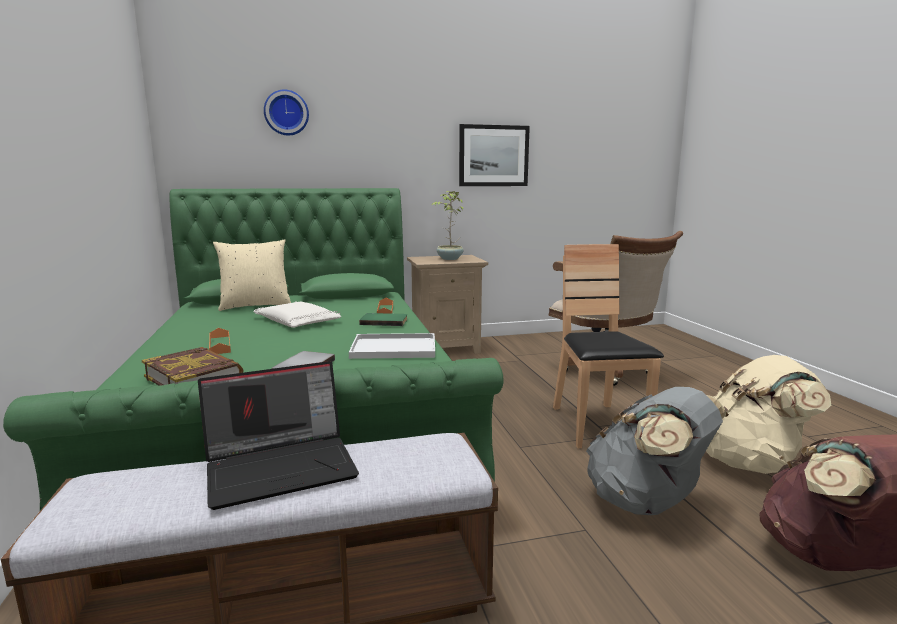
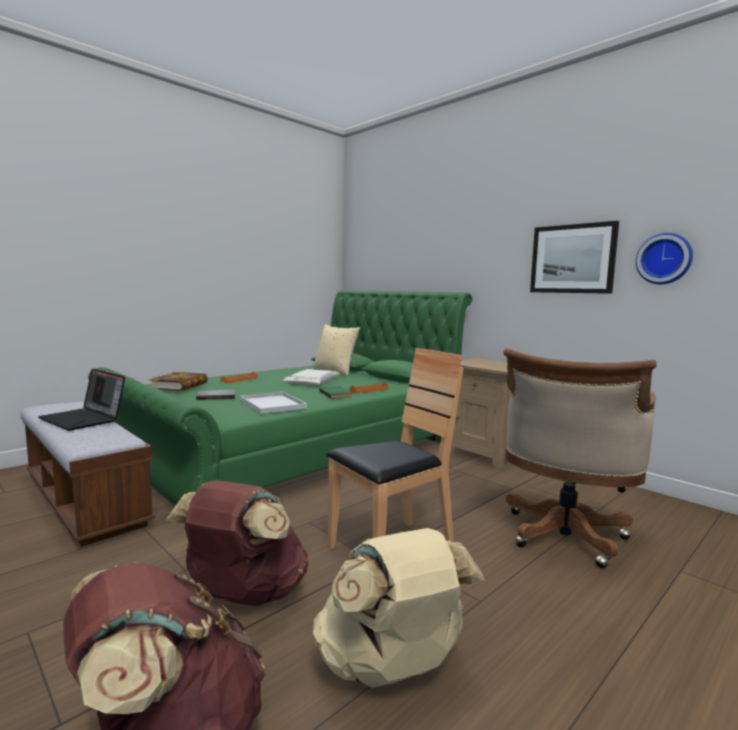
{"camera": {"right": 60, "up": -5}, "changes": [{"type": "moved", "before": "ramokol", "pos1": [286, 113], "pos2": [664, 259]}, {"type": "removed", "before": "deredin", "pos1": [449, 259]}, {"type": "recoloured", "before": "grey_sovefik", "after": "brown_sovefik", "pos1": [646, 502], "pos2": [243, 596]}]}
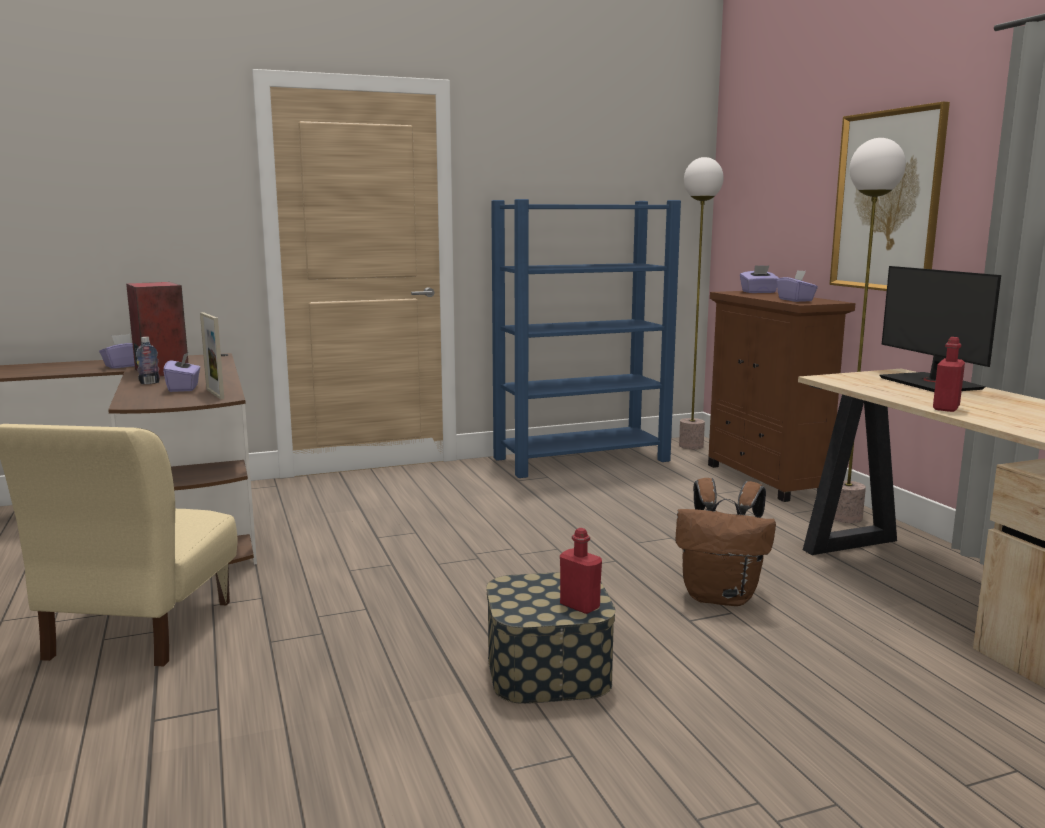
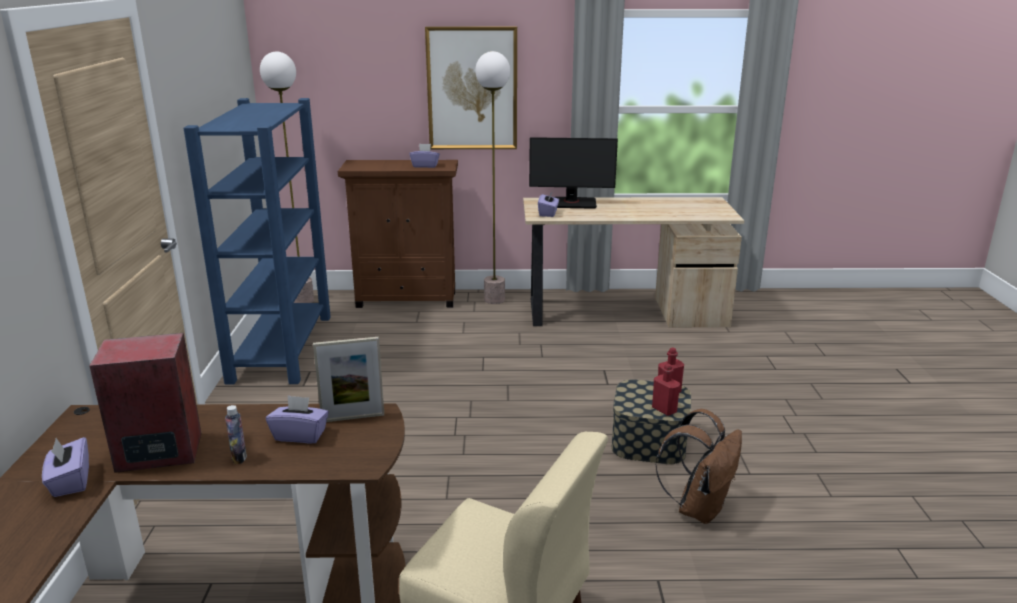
{"camera": {"right": -70, "up": 10}, "changes": [{"type": "moved", "before": "brown_sovefik", "pos1": [721, 596], "pos2": [699, 508]}, {"type": "moved", "before": "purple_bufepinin", "pos1": [759, 292], "pos2": [548, 213]}, {"type": "moved", "before": "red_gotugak", "pos1": [946, 408], "pos2": [664, 410]}]}
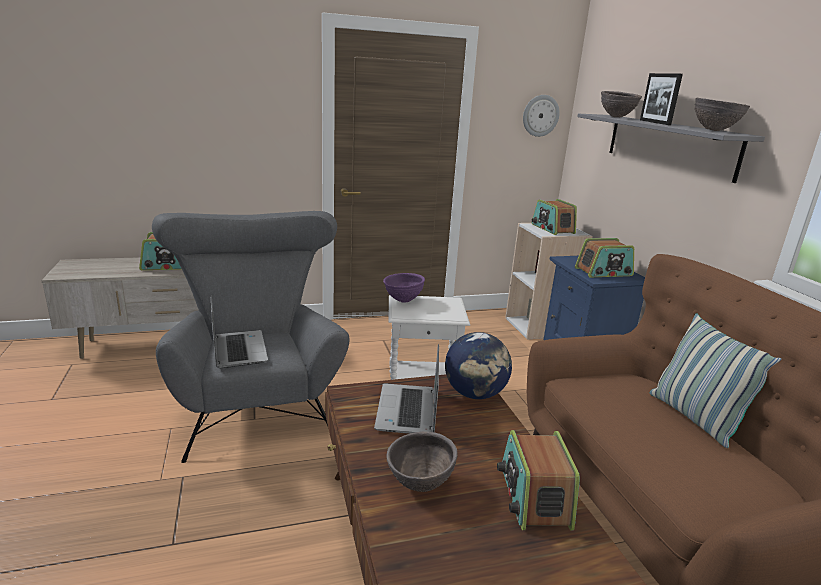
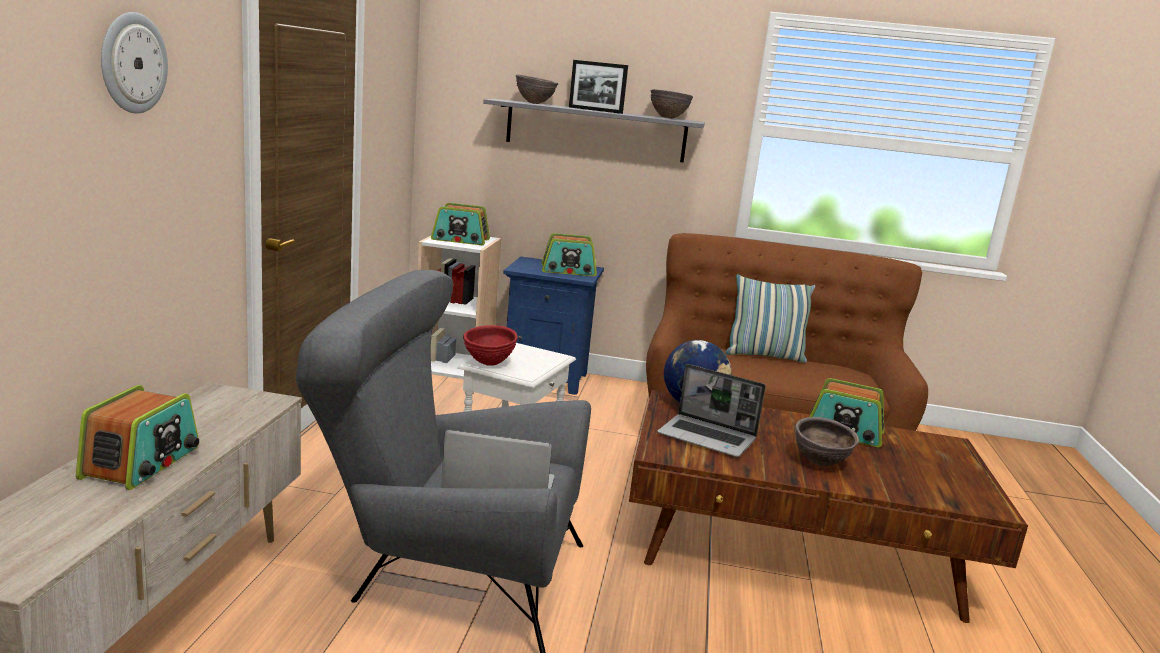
{"camera": {"right": -65, "up": -5}, "changes": [{"type": "recoloured", "before": "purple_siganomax", "after": "red_siganomax", "pos1": [403, 300], "pos2": [488, 364]}, {"type": "moved", "before": "ramokol", "pos1": [540, 115], "pos2": [132, 63]}, {"type": "turned", "before": "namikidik", "pos1": [603, 272], "pos2": [568, 271], "turn": 75}]}
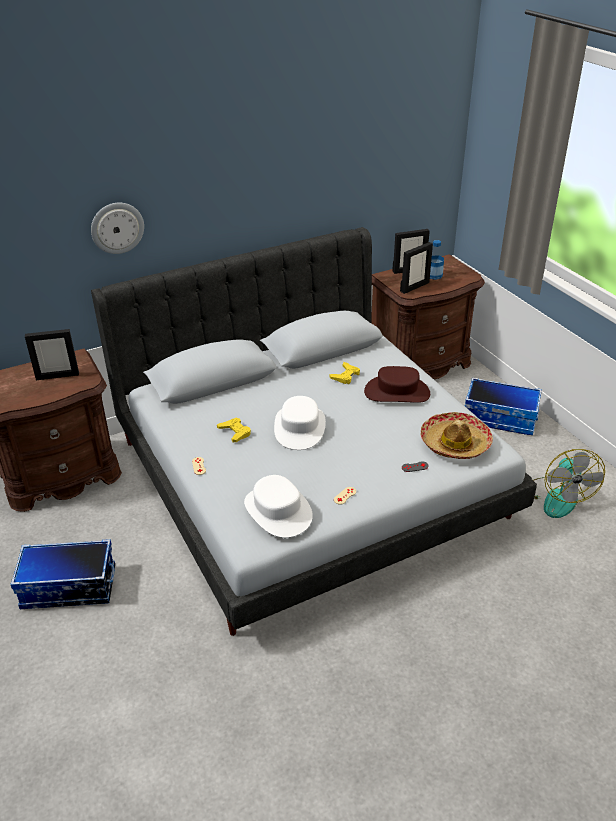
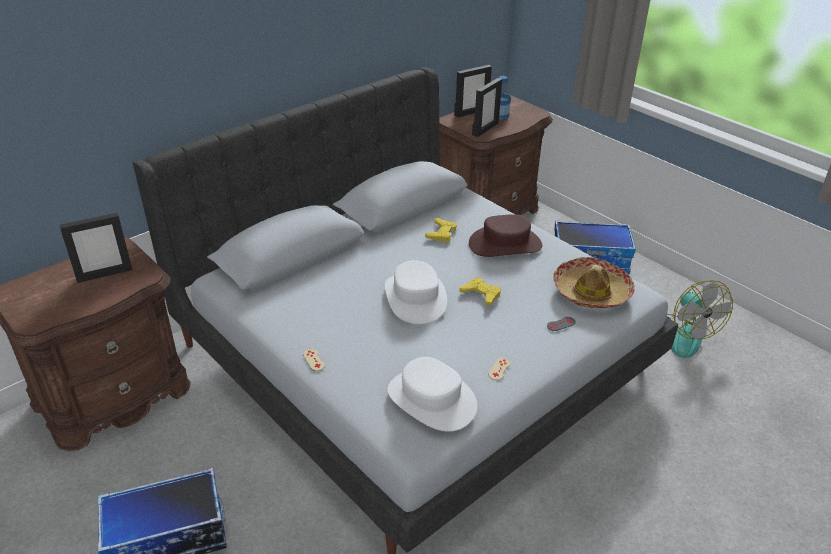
{"camera": {"right": -15, "up": 0}, "changes": [{"type": "removed", "before": "ramokol", "pos1": [117, 227]}, {"type": "moved", "before": "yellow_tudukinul", "pos1": [235, 432], "pos2": [481, 294]}]}
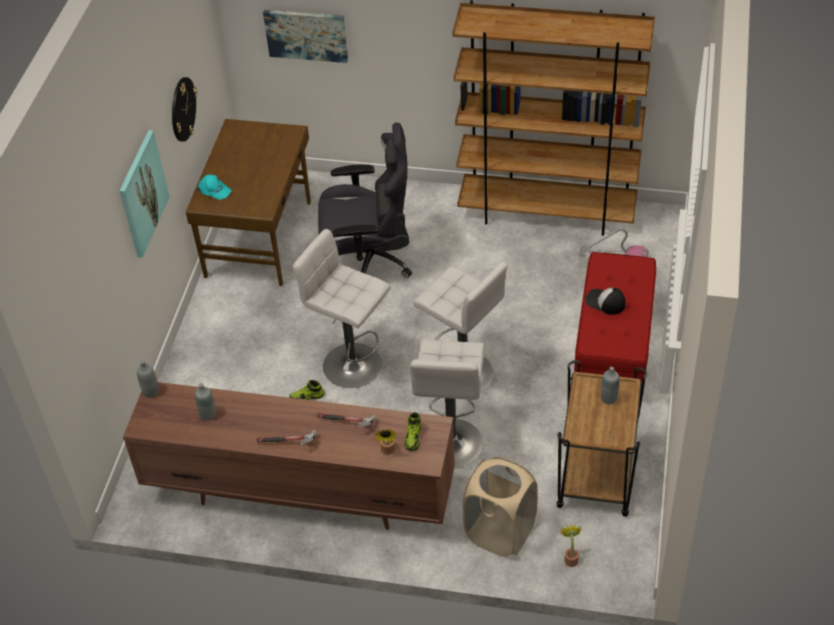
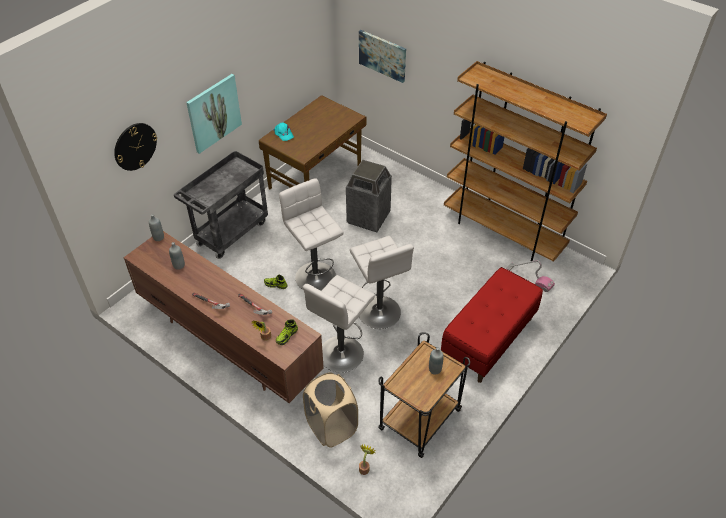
{"camera": {"right": 25, "up": 0}, "changes": [{"type": "moved", "before": "ramokol", "pos1": [182, 109], "pos2": [135, 146]}, {"type": "replaced", "before": "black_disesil", "after": "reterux", "pos1": [367, 262], "pos2": [368, 218]}, {"type": "removed", "before": "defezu", "pos1": [605, 302]}, {"type": "added", "after": "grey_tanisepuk", "pos2": [230, 236]}]}
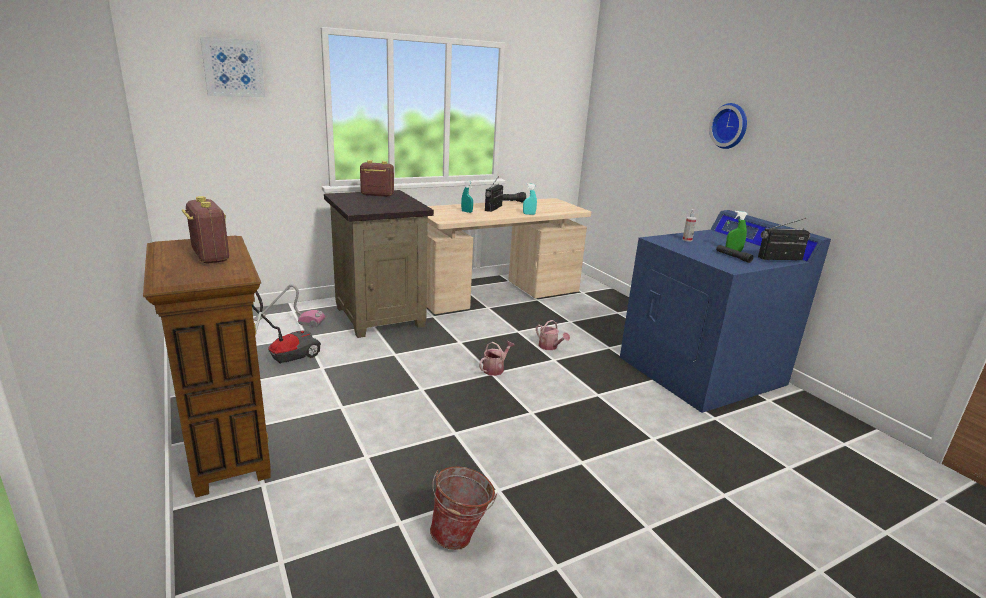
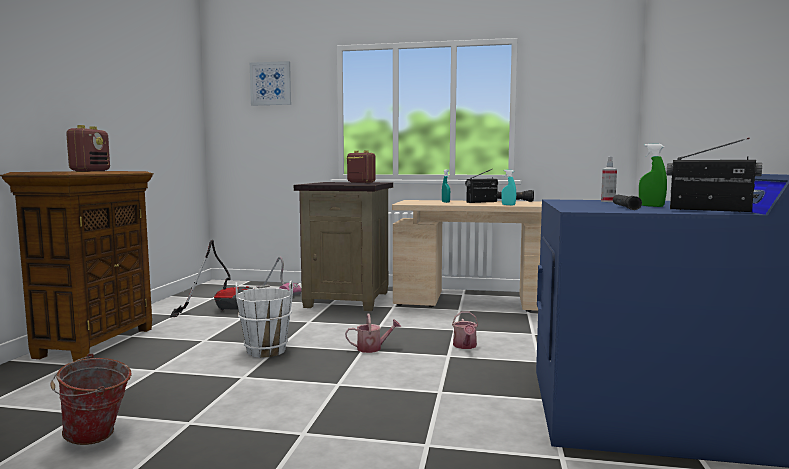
{"camera": {"right": 40, "up": -15}, "changes": [{"type": "removed", "before": "ramokol", "pos1": [730, 126]}, {"type": "added", "after": "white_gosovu", "pos2": [266, 350]}]}
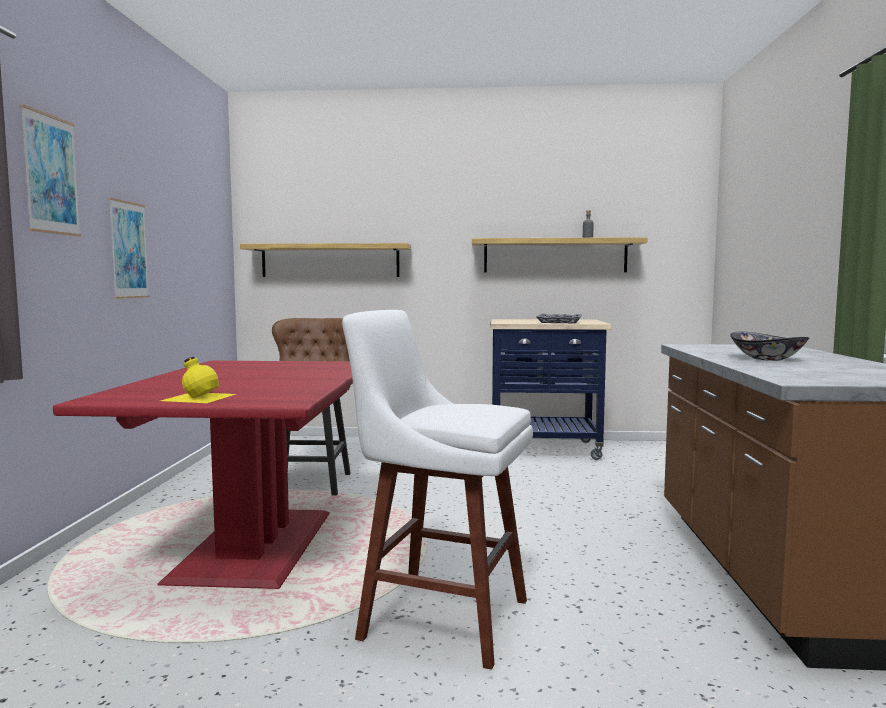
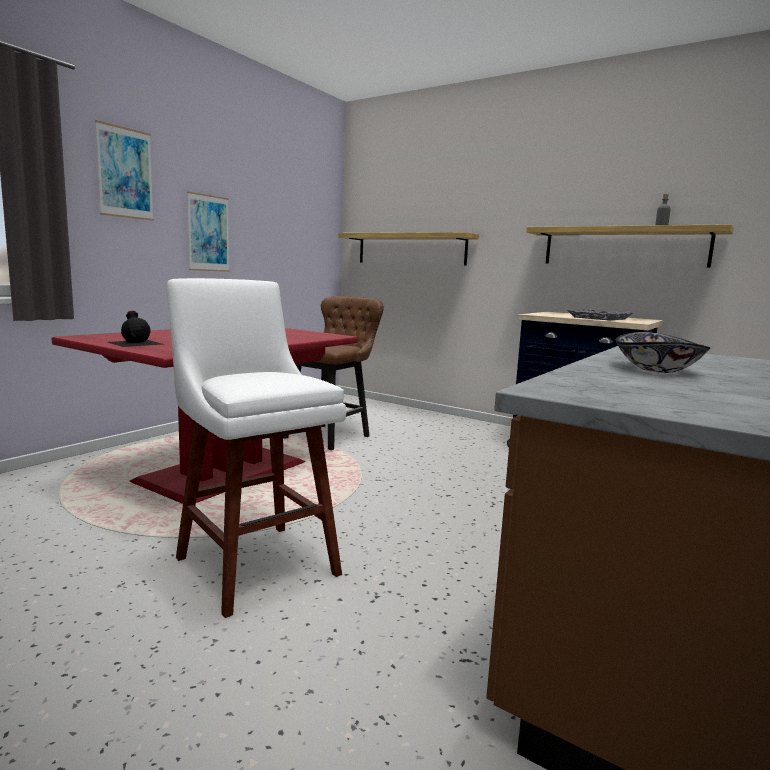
{"camera": {"right": 30, "up": 5}, "changes": [{"type": "recoloured", "before": "yellow_gotugak", "after": "black_gotugak", "pos1": [198, 397], "pos2": [136, 343]}]}
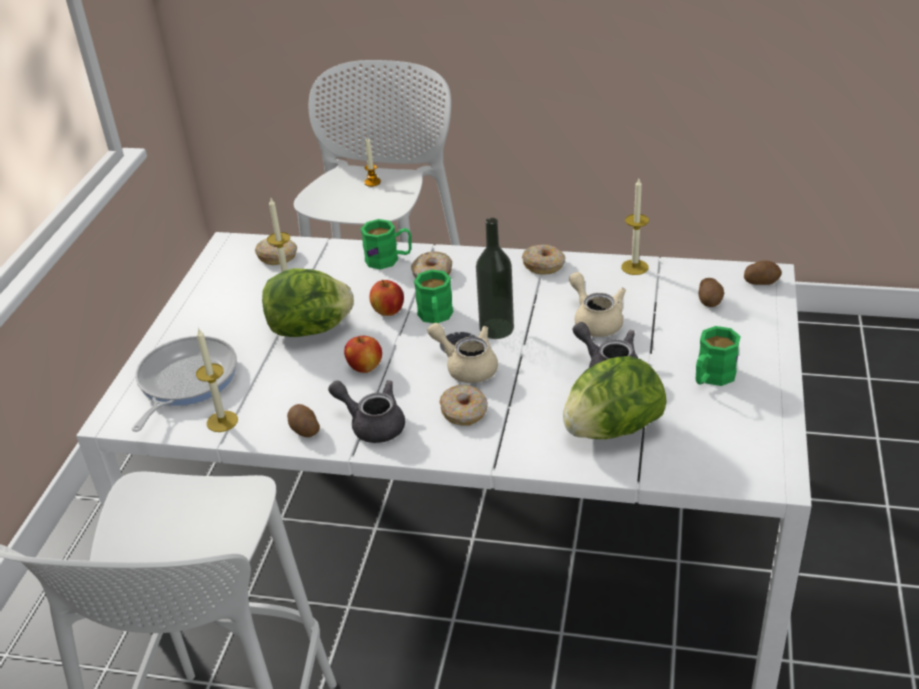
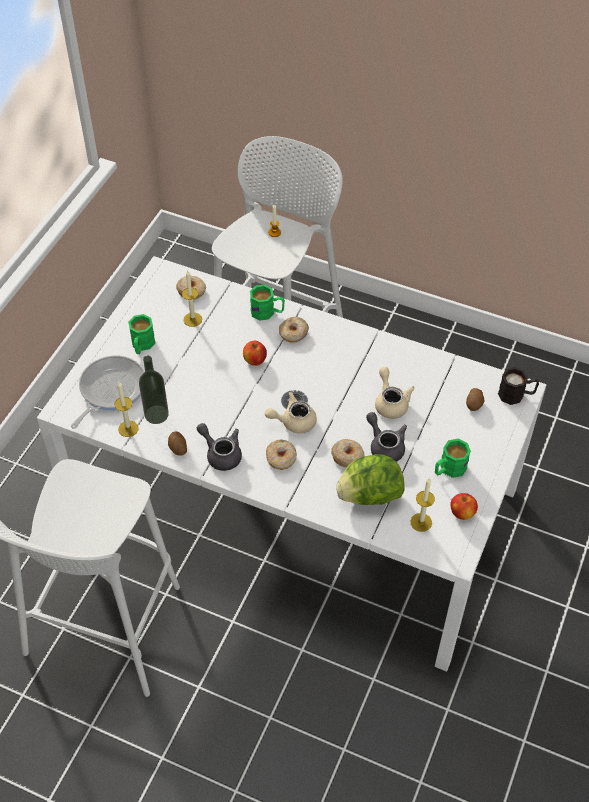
{"camera": {"right": 10, "up": 15}, "changes": [{"type": "removed", "before": "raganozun", "pos1": [311, 330]}, {"type": "moved", "before": "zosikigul", "pos1": [365, 367], "pos2": [462, 513]}, {"type": "moved", "before": "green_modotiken", "pos1": [435, 317], "pos2": [142, 345]}, {"type": "turned", "before": "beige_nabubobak", "pos1": [466, 366], "pos2": [293, 421], "turn": -60}, {"type": "moved", "before": "gotugak", "pos1": [496, 328], "pos2": [156, 414]}, {"type": "moved", "before": "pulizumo", "pos1": [544, 265], "pos2": [348, 457]}, {"type": "moved", "before": "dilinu", "pos1": [634, 267], "pos2": [421, 522]}, {"type": "replaced", "before": "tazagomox", "after": "black_modotiken", "pos1": [761, 281], "pos2": [516, 395]}]}
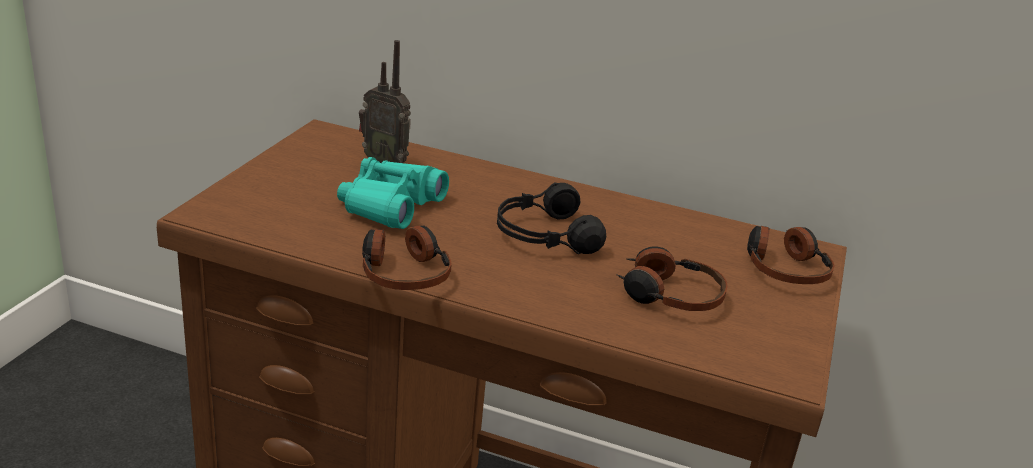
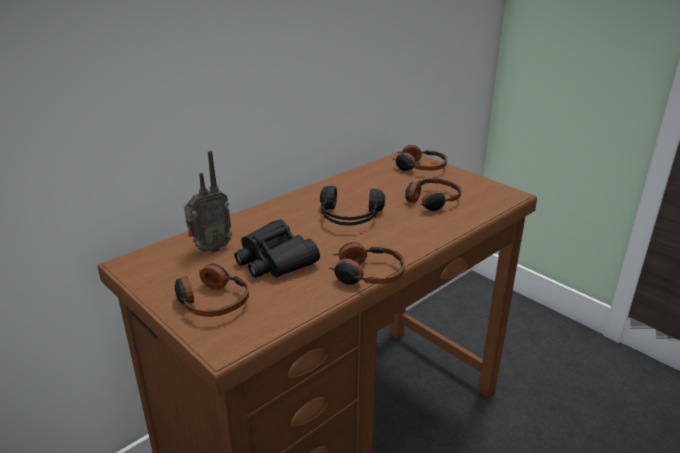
{"camera": {"right": -60, "up": 0}, "changes": [{"type": "recoloured", "before": "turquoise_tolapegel", "after": "black_tolapegel", "pos1": [390, 206], "pos2": [274, 260]}, {"type": "added", "after": "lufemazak", "pos2": [211, 301]}]}
